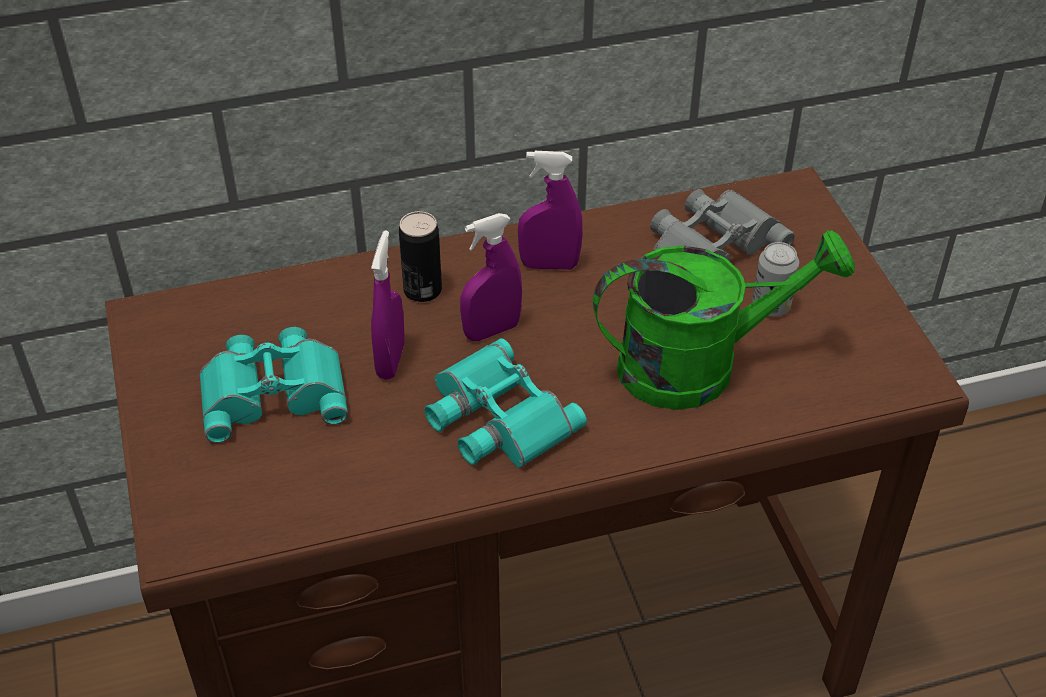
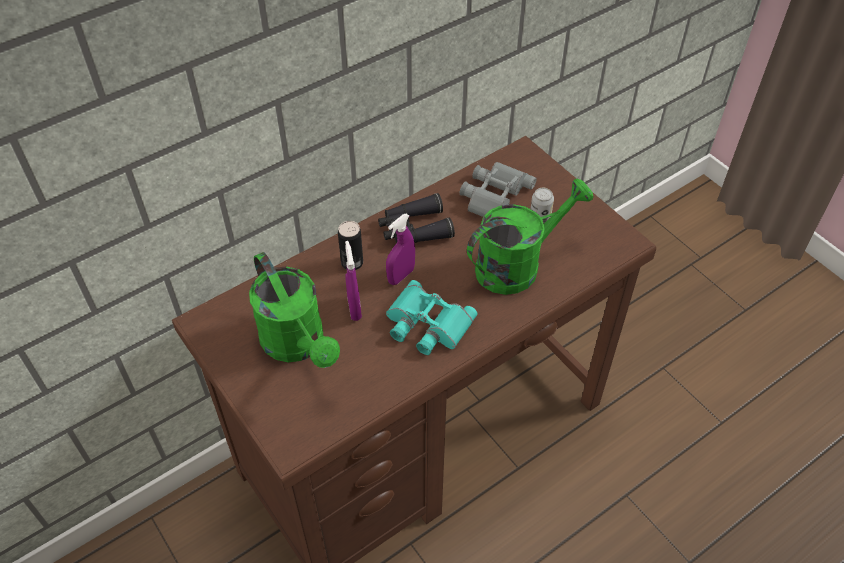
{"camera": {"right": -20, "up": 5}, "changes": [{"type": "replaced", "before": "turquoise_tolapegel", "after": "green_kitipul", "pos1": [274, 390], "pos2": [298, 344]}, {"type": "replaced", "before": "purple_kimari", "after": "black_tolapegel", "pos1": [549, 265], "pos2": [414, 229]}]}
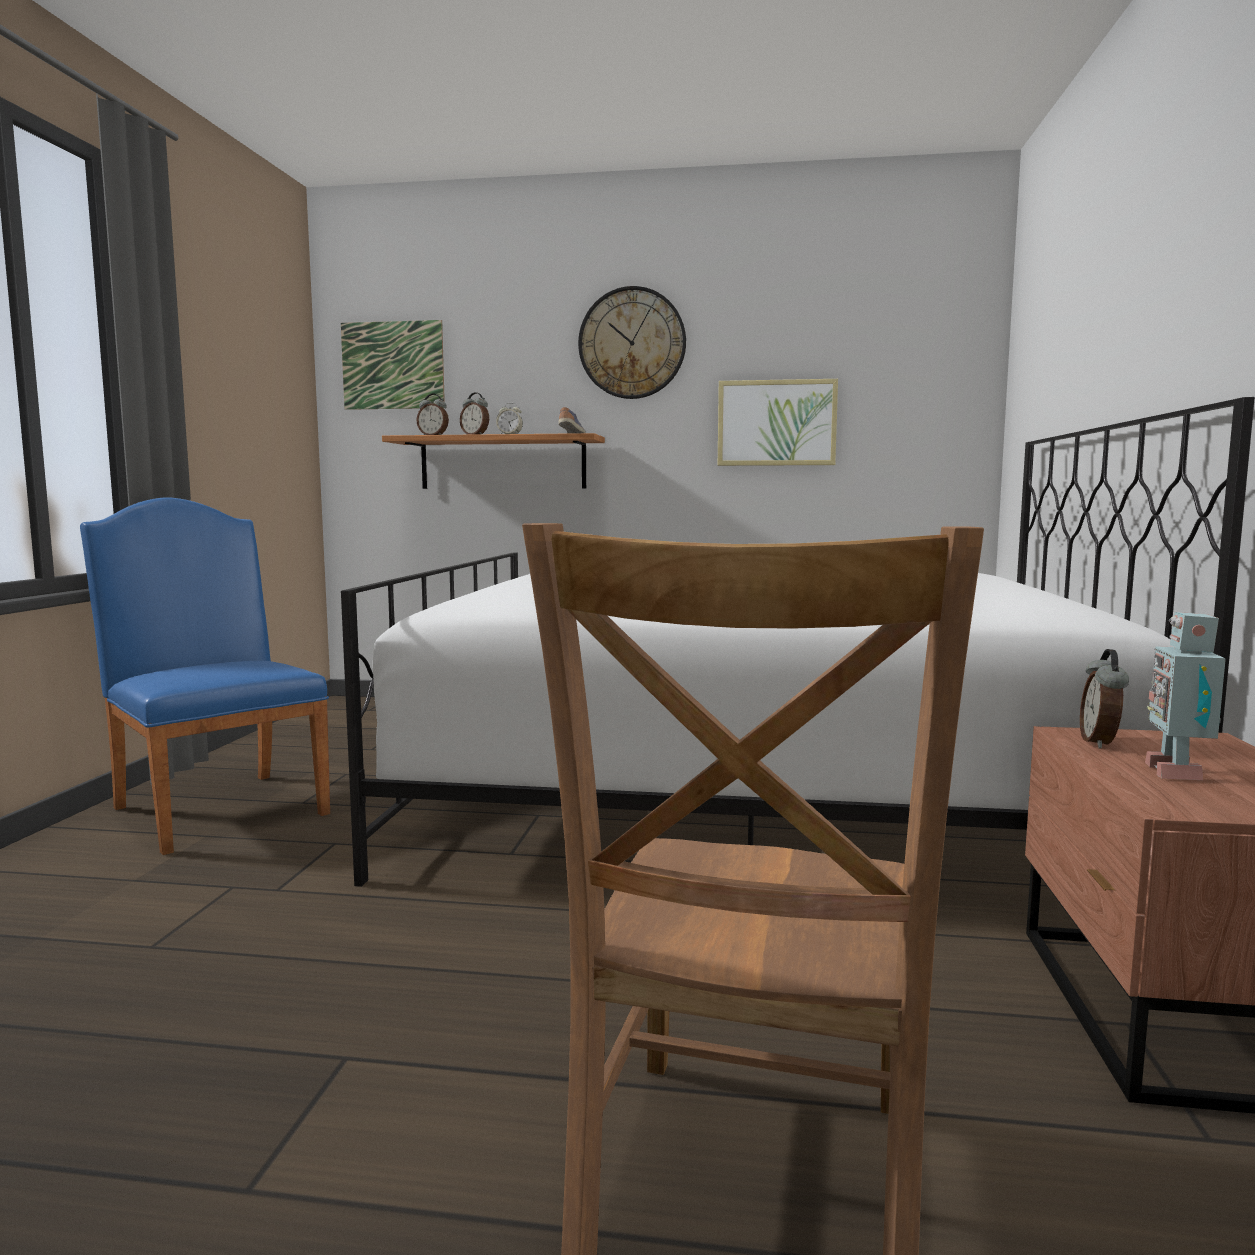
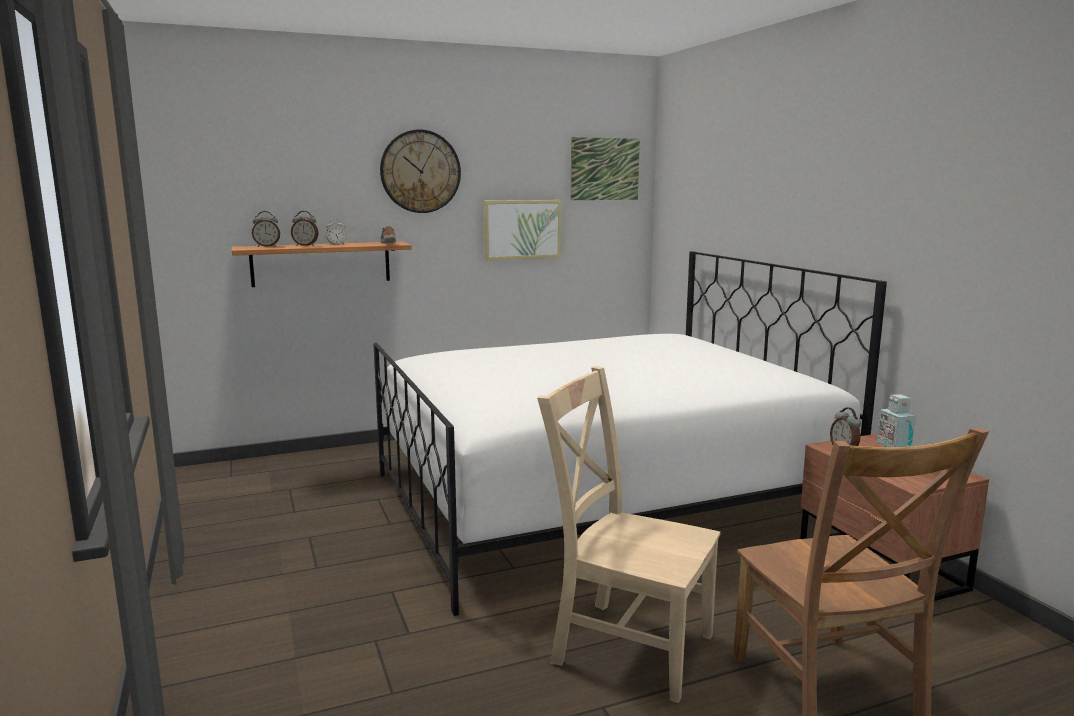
{"camera": {"right": -30, "up": 5}, "changes": [{"type": "removed", "before": "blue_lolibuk", "pos1": [216, 806]}, {"type": "moved", "before": "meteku", "pos1": [393, 365], "pos2": [605, 169]}, {"type": "added", "after": "beige_lolibuk", "pos2": [626, 646]}]}
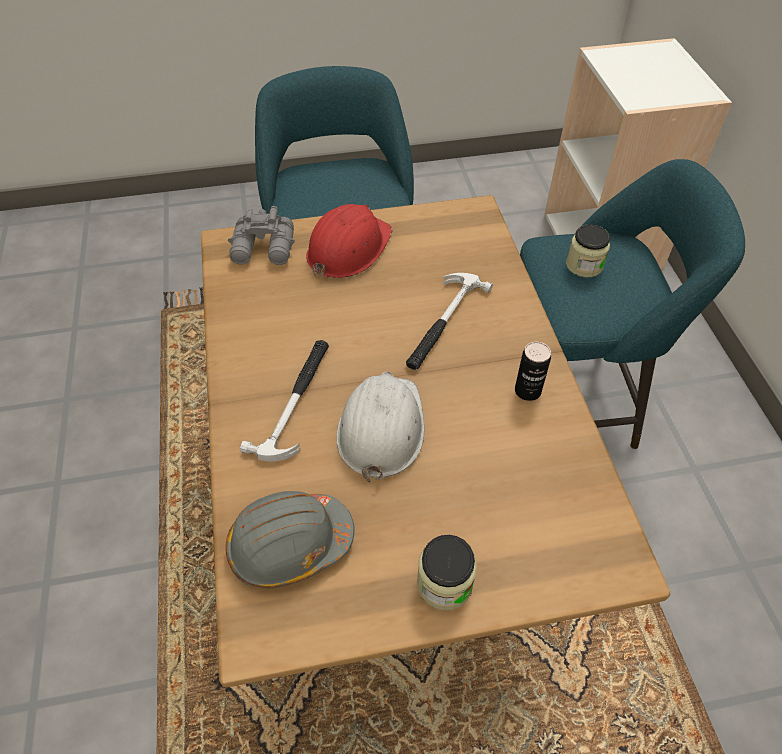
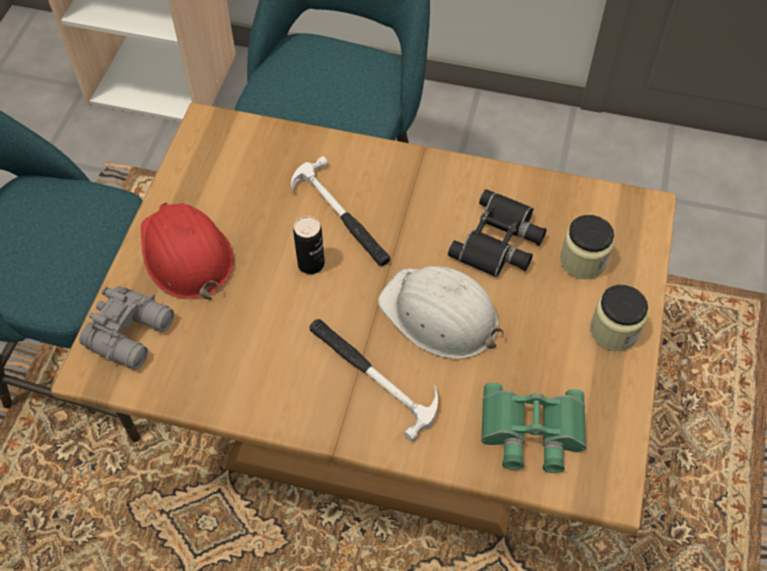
{"camera": {"right": -65, "up": 5}, "changes": [{"type": "replaced", "before": "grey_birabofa", "after": "green_tolapegel", "pos1": [290, 545], "pos2": [531, 432]}, {"type": "moved", "before": "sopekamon", "pos1": [527, 391], "pos2": [311, 264]}, {"type": "moved", "before": "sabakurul", "pos1": [584, 265], "pos2": [583, 260]}, {"type": "added", "after": "black_tolapegel", "pos2": [500, 241]}]}
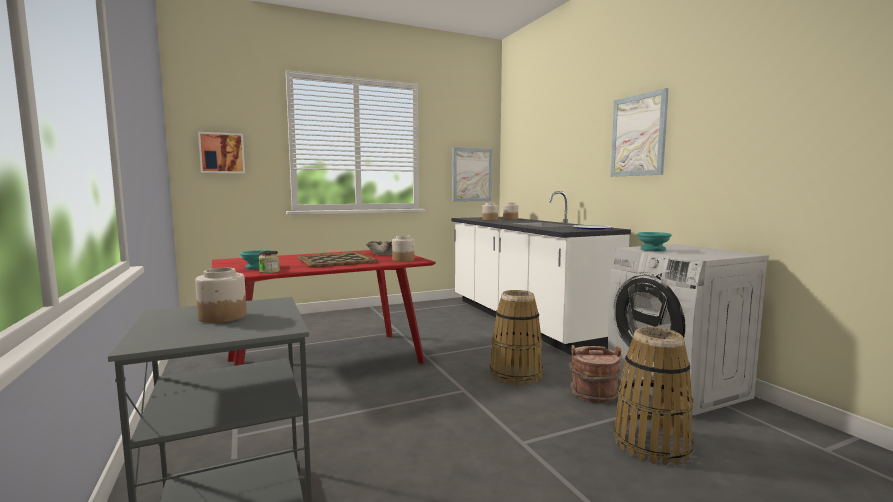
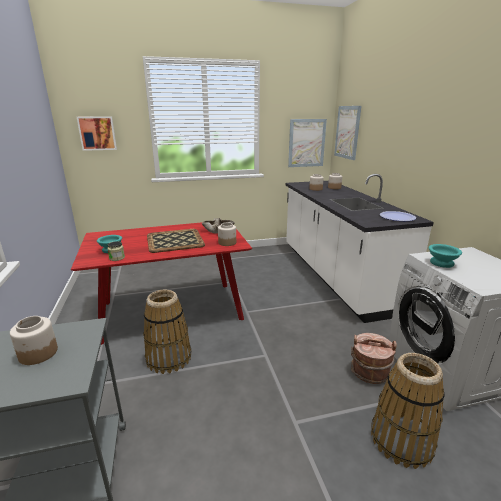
{"camera": {"right": 10, "up": 15}, "changes": [{"type": "moved", "before": "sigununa", "pos1": [516, 374], "pos2": [169, 358]}, {"type": "moved", "before": "meteku", "pos1": [638, 135], "pos2": [347, 132]}]}
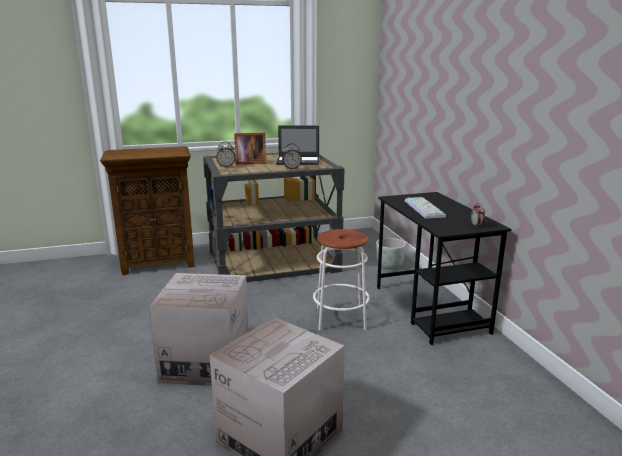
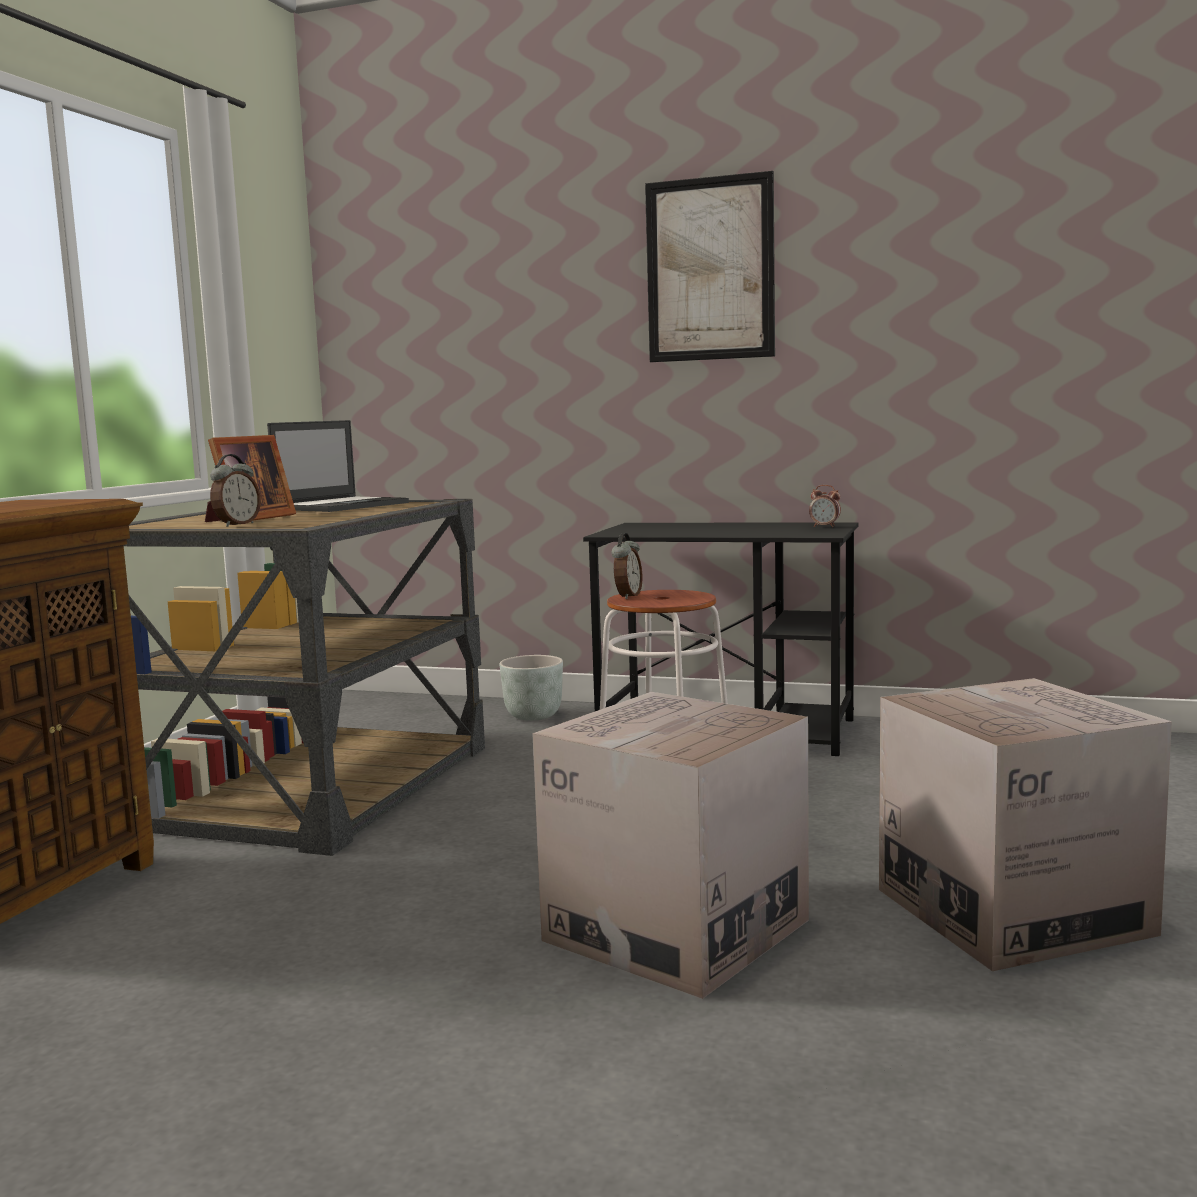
{"camera": {"right": -55, "up": -10}, "changes": [{"type": "moved", "before": "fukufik", "pos1": [291, 168], "pos2": [627, 596]}, {"type": "removed", "before": "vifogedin", "pos1": [425, 209]}, {"type": "added", "after": "meteku", "pos2": [710, 269]}]}
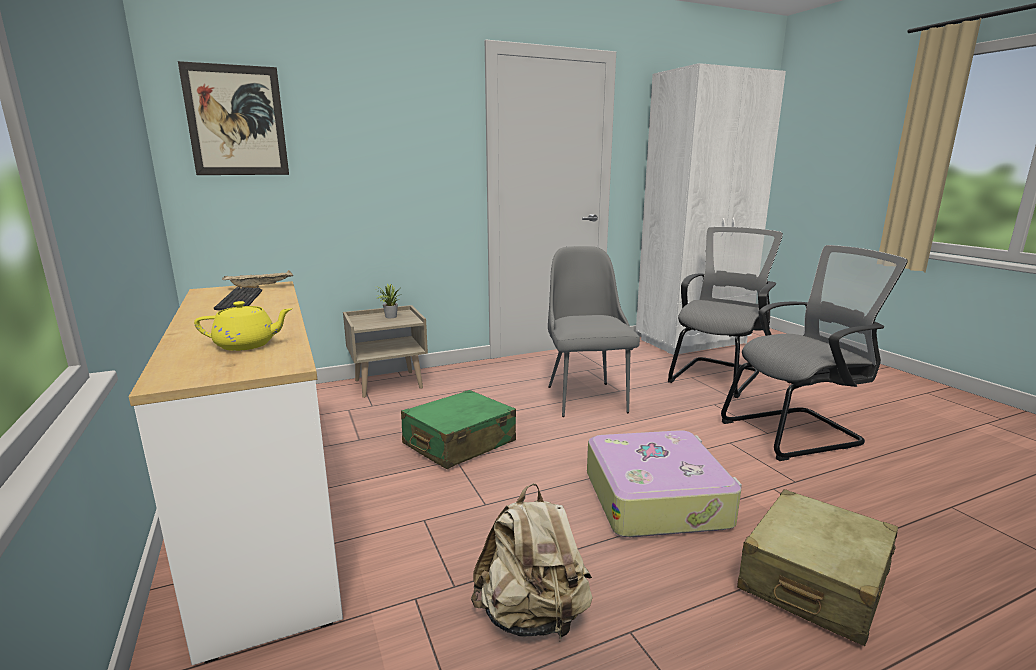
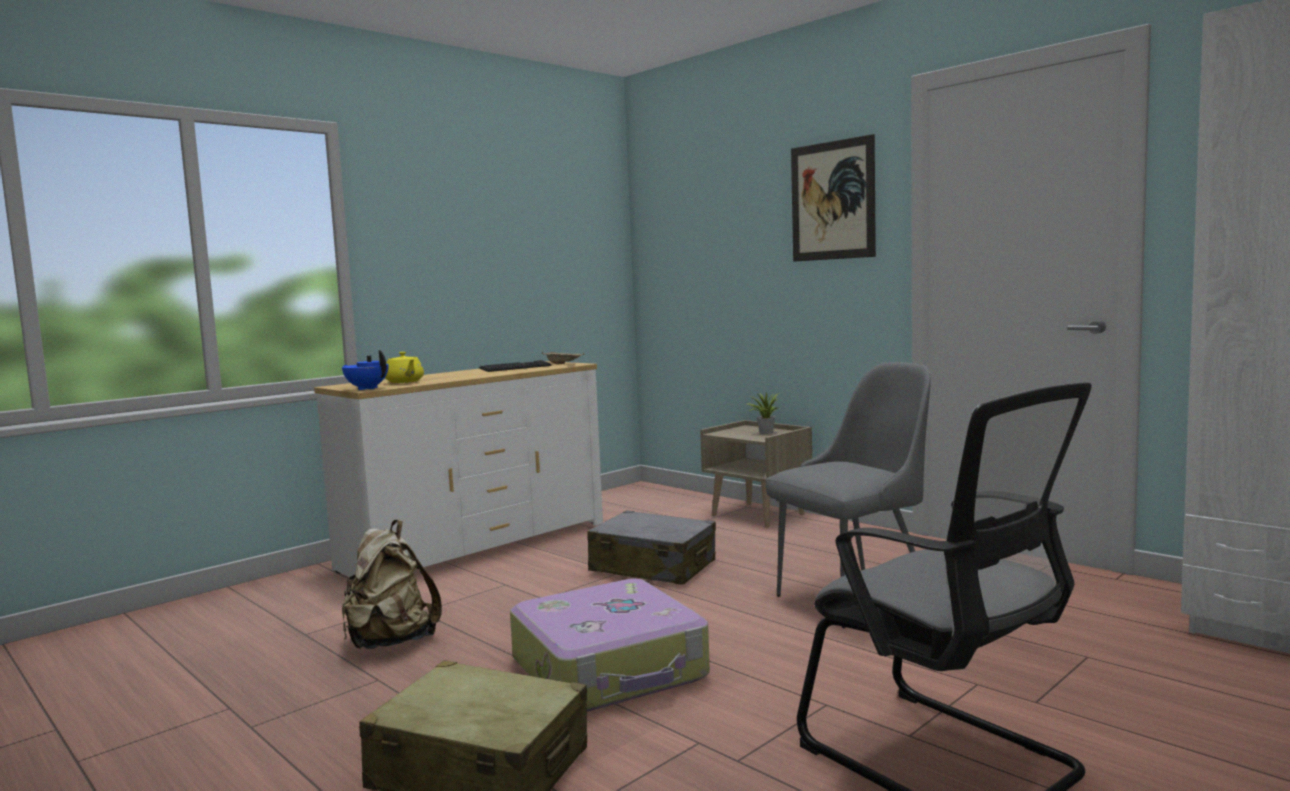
{"camera": {"right": 70, "up": -10}, "changes": [{"type": "moved", "before": "meteku", "pos1": [236, 121], "pos2": [832, 200]}, {"type": "recoloured", "before": "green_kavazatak", "after": "grey_kavazatak", "pos1": [459, 443], "pos2": [653, 567]}, {"type": "removed", "before": "lolibuk", "pos1": [717, 376]}, {"type": "added", "after": "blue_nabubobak", "pos2": [367, 388]}]}
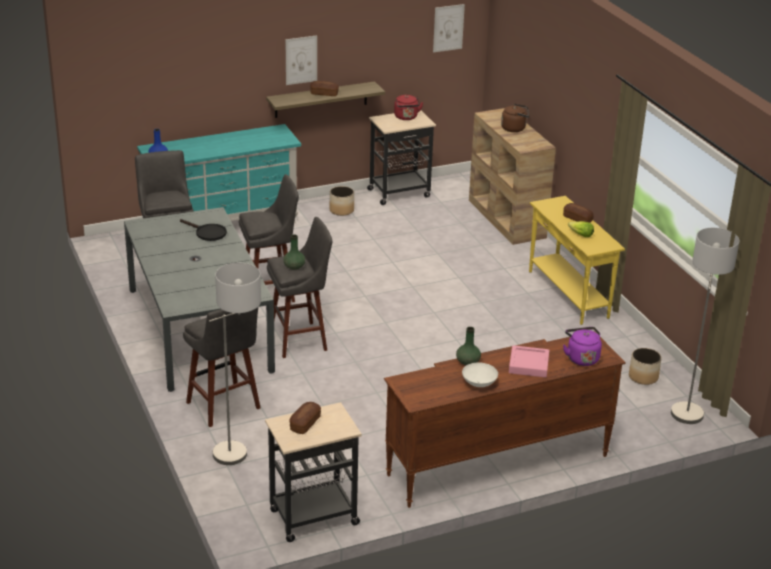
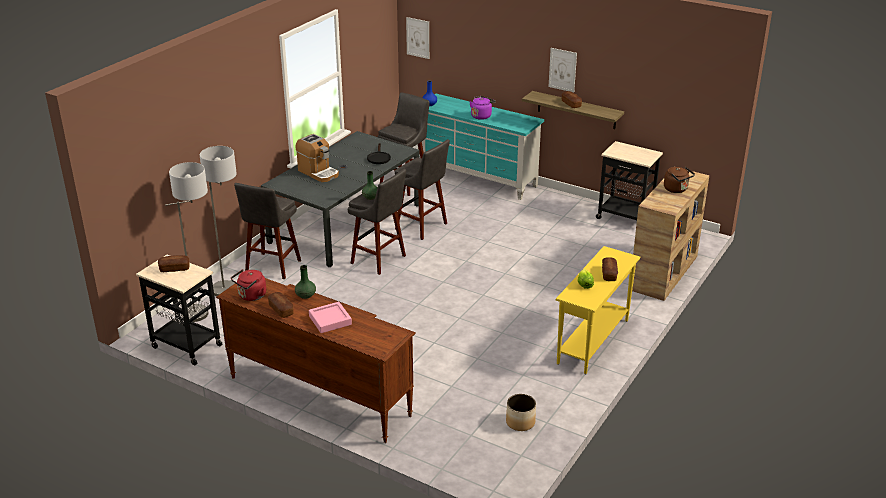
{"camera": {"right": 55, "up": 0}, "changes": [{"type": "removed", "before": "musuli", "pos1": [341, 210]}, {"type": "moved", "before": "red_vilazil", "pos1": [406, 117], "pos2": [251, 296]}, {"type": "moved", "before": "meteku", "pos1": [448, 28], "pos2": [418, 38]}, {"type": "replaced", "before": "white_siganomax", "after": "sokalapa", "pos1": [479, 384], "pos2": [281, 310]}, {"type": "moved", "before": "purple_vilazil", "pos1": [581, 358], "pos2": [481, 116]}, {"type": "moved", "before": "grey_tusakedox", "pos1": [687, 408], "pos2": [203, 312]}, {"type": "added", "after": "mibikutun", "pos2": [318, 172]}]}
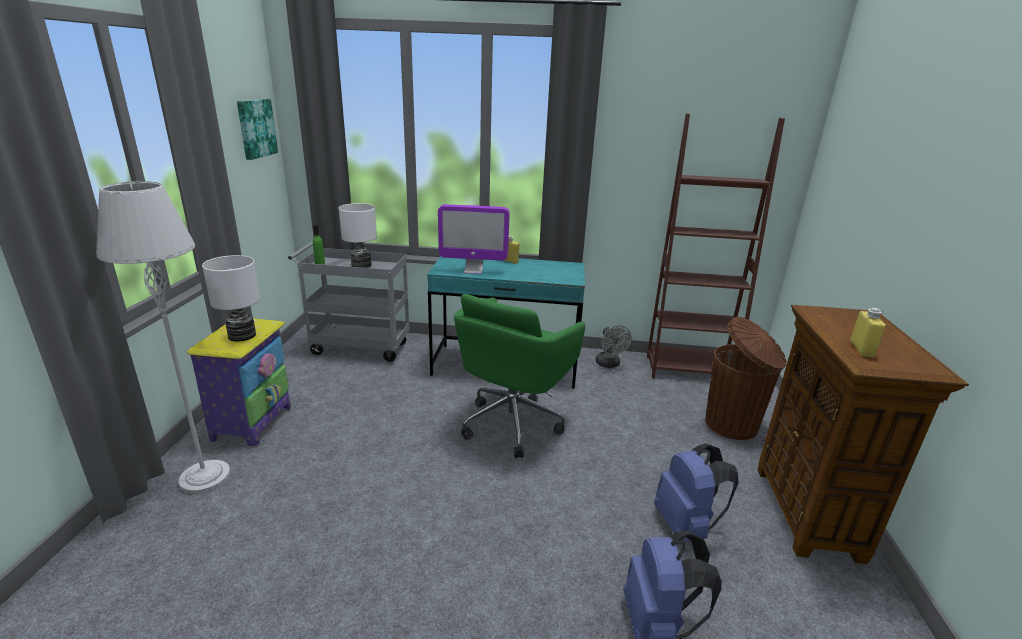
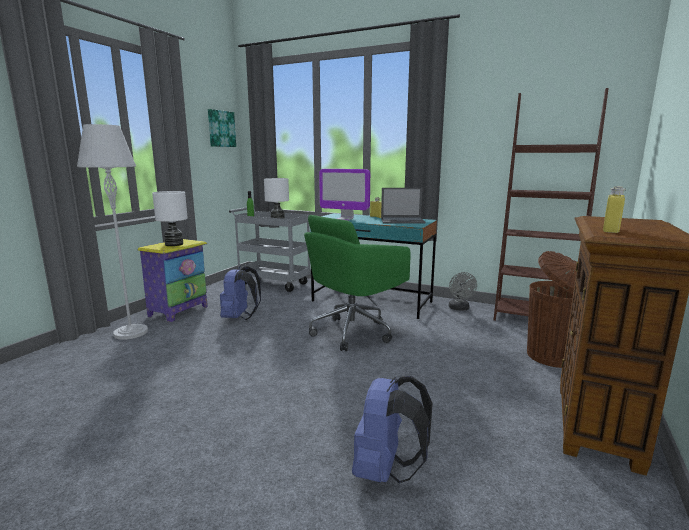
{"camera": {"right": 20, "up": -10}, "changes": [{"type": "moved", "before": "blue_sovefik", "pos1": [686, 525], "pos2": [240, 317]}, {"type": "added", "after": "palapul", "pos2": [403, 221]}]}
